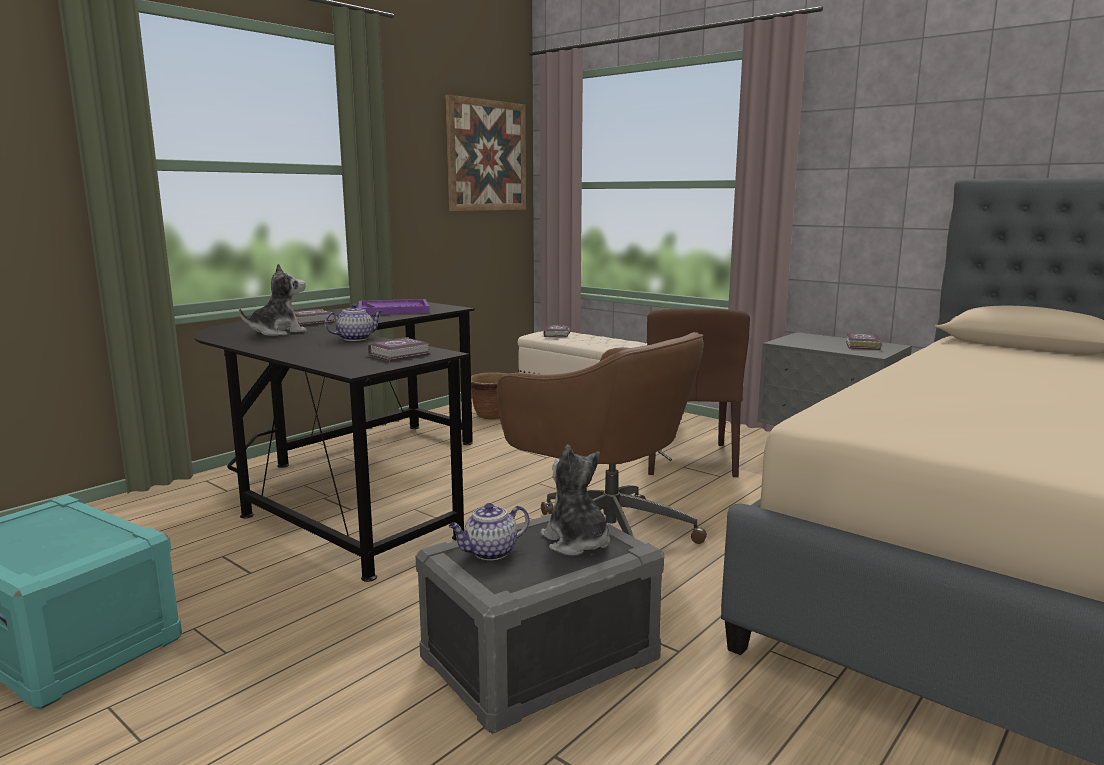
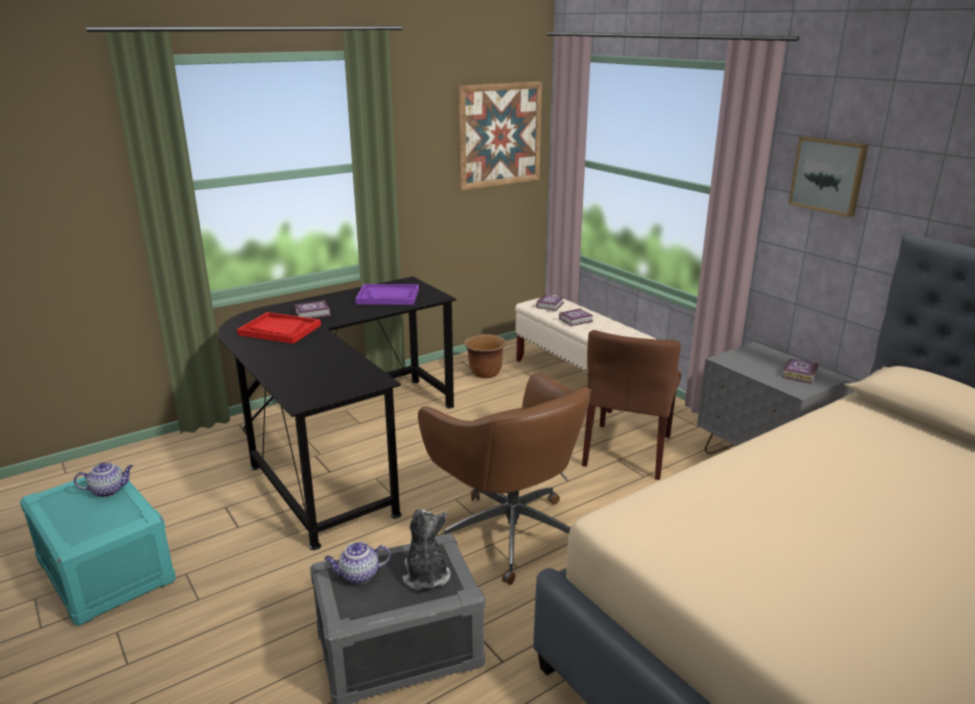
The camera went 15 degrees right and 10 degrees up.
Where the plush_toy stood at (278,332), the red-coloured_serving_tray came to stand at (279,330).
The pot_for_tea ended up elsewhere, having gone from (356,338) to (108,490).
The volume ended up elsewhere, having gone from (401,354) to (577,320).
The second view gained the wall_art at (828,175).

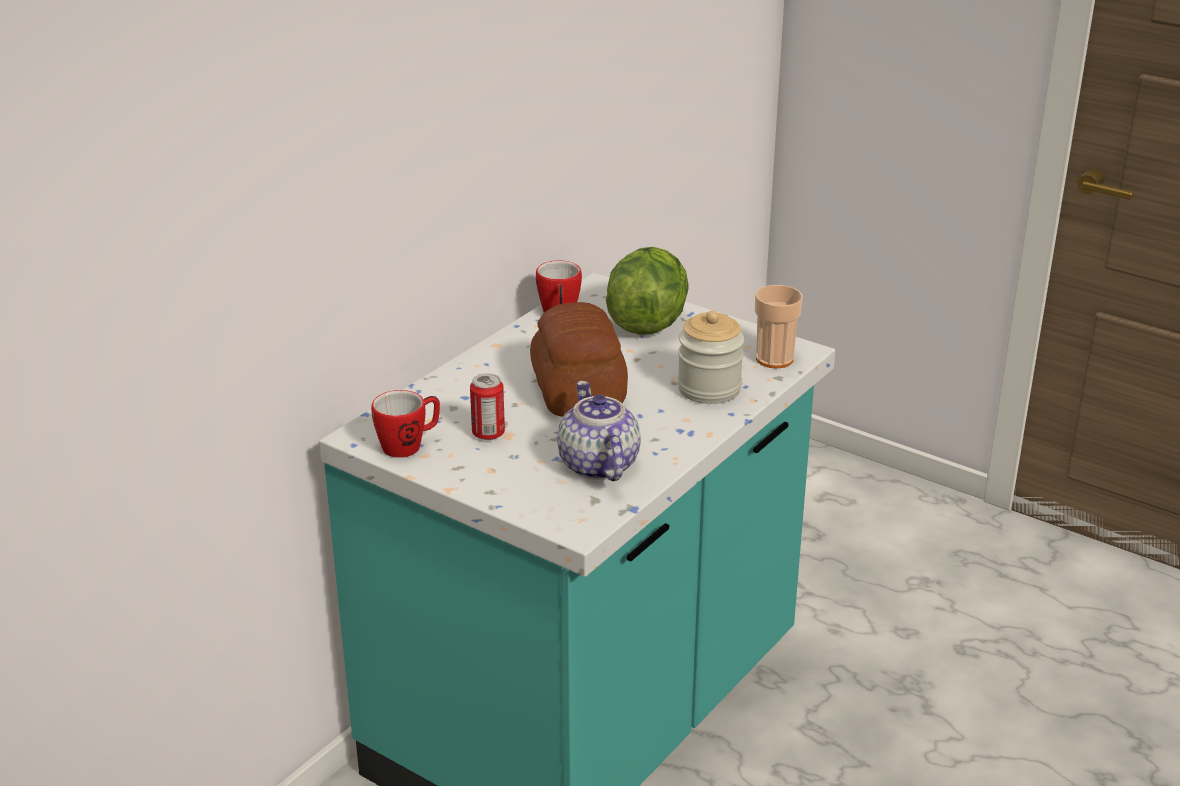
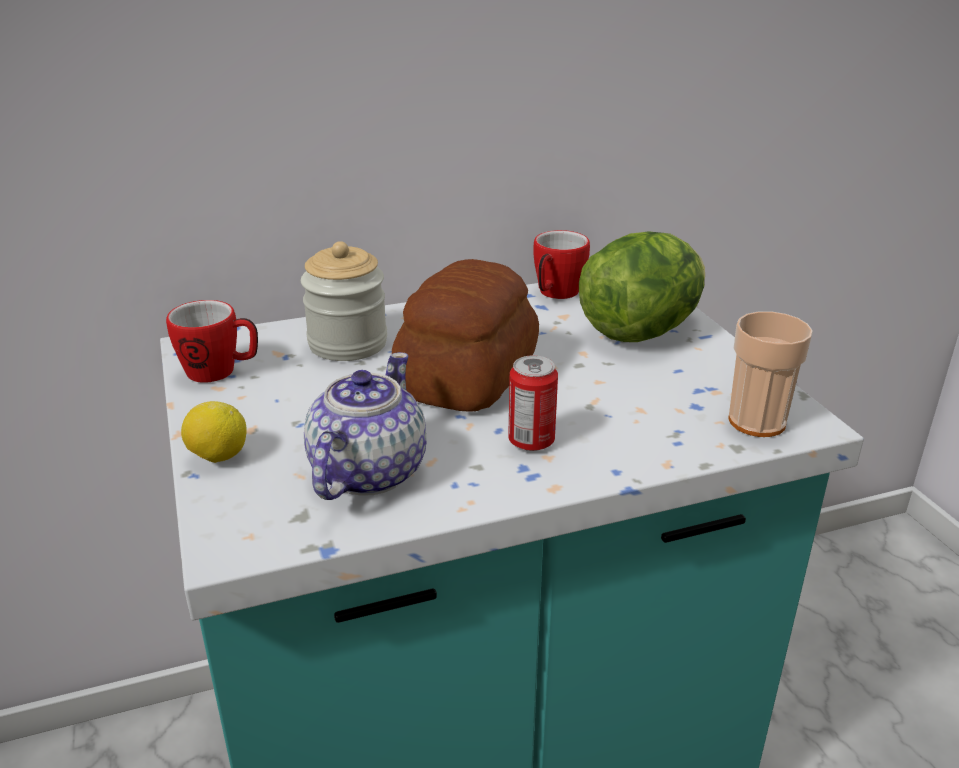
The camera went 35 degrees right and 0 degrees up.
The metal_can ended up elsewhere, having gone from (488,434) to (531,442).
The preserve_jar ended up elsewhere, having gone from (709,389) to (348,343).
The second view gained the citrus_fruit at (218,457).

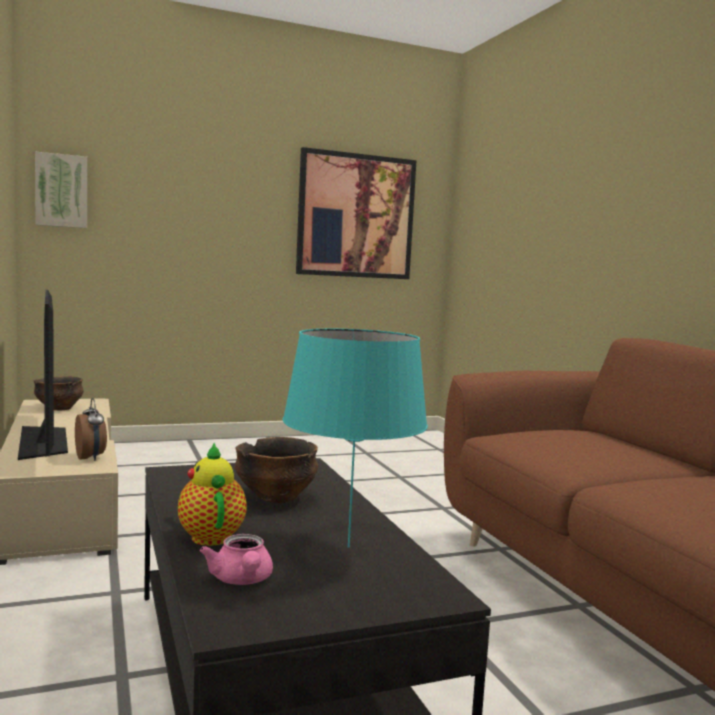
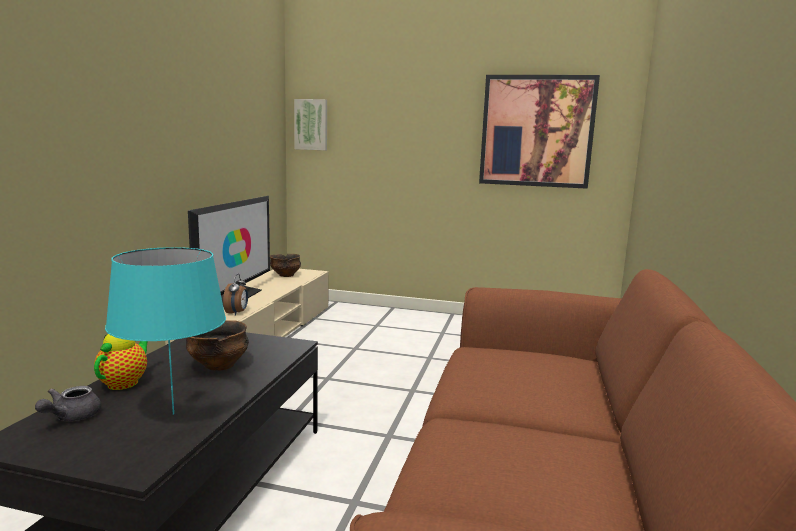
The camera went 35 degrees right and 5 degrees up.
What was the pink-coloured_pot_for_tea at (241,580) turned into the greyish_pot_for_tea at (71,417).

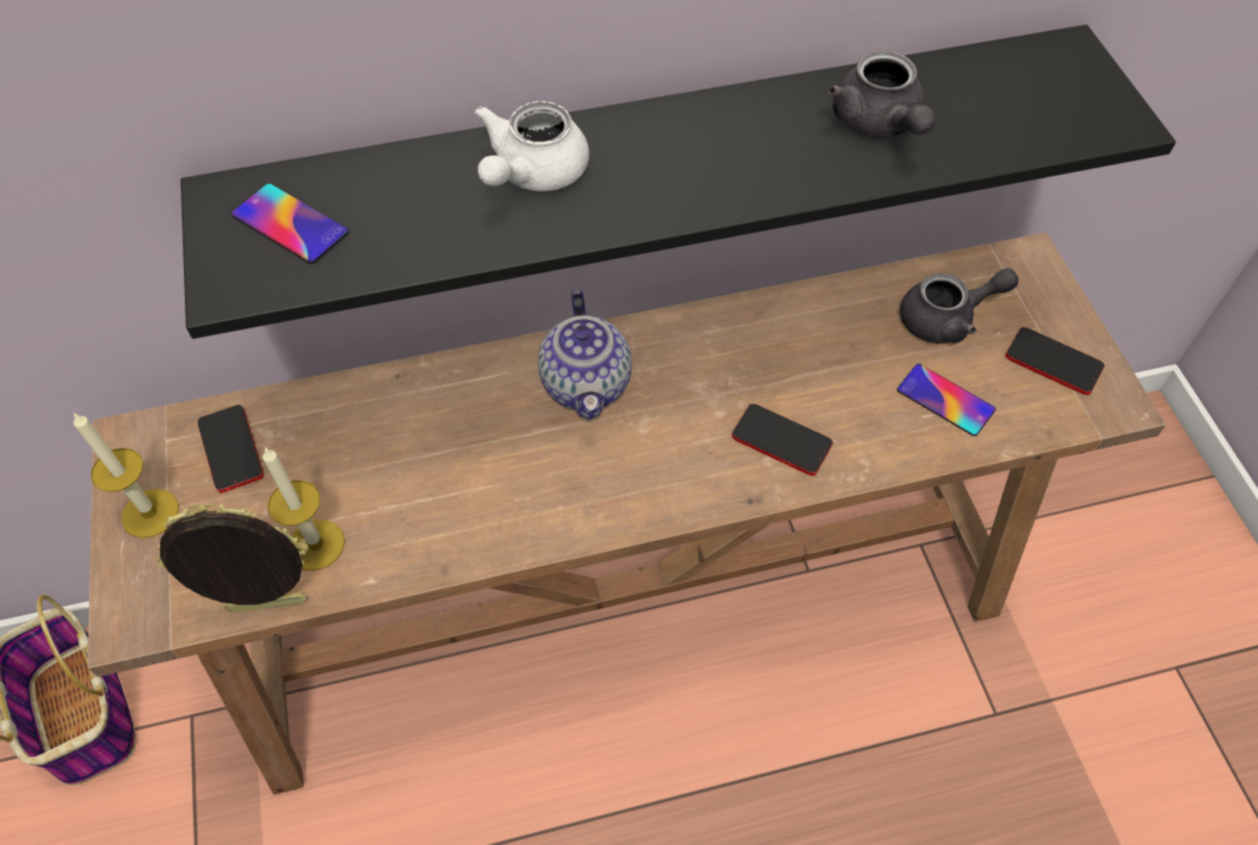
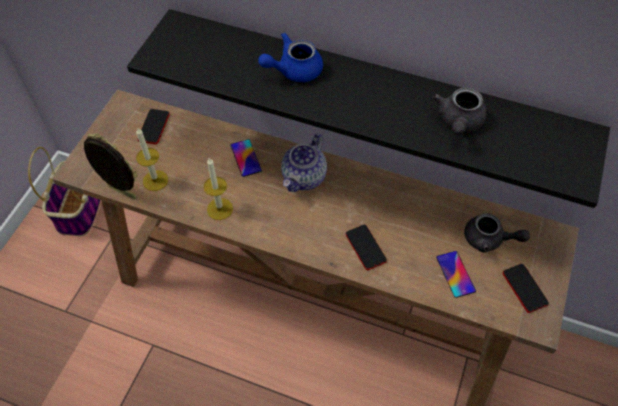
The camera went 35 degrees right and 0 degrees up.
The wax_light ended up elsewhere, having gone from (150,513) to (220,209).
The phone ended up elsewhere, having gone from (290,224) to (245,158).
What was the whitish_pot_for_tea at (532,174) turned into the blue-coloured_pot_for_tea at (293,70).

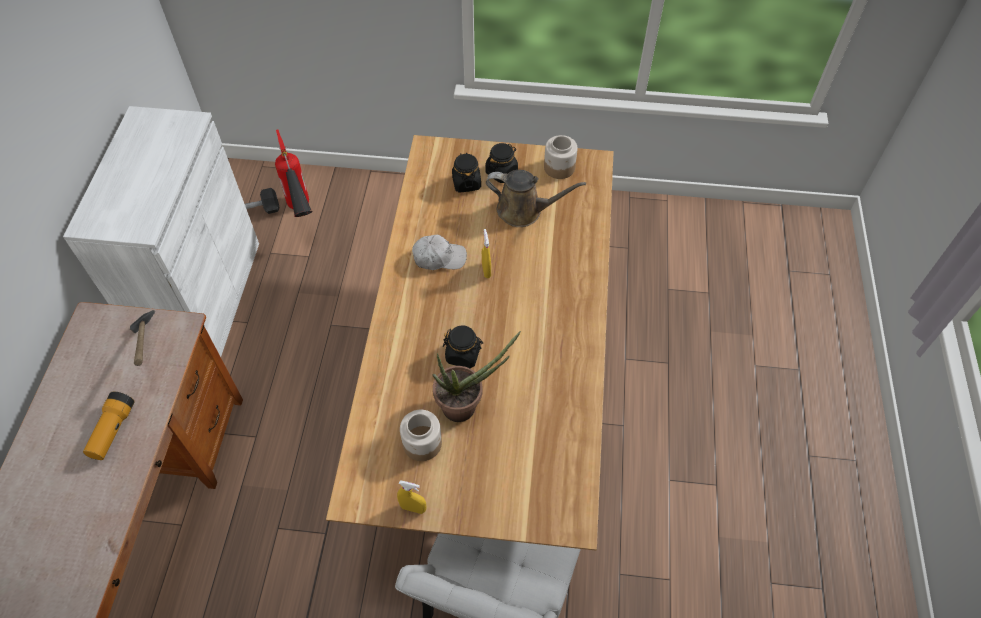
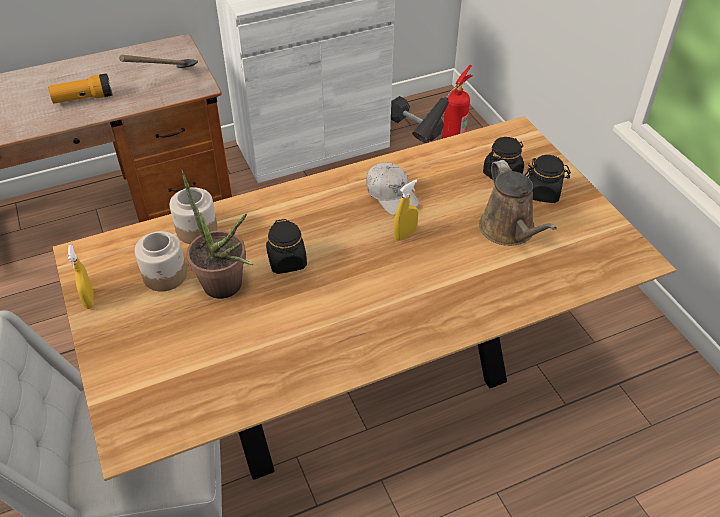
The camera went 60 degrees right and 10 degrees down.
The preserve_jar ended up elsewhere, having gone from (559,168) to (196,230).

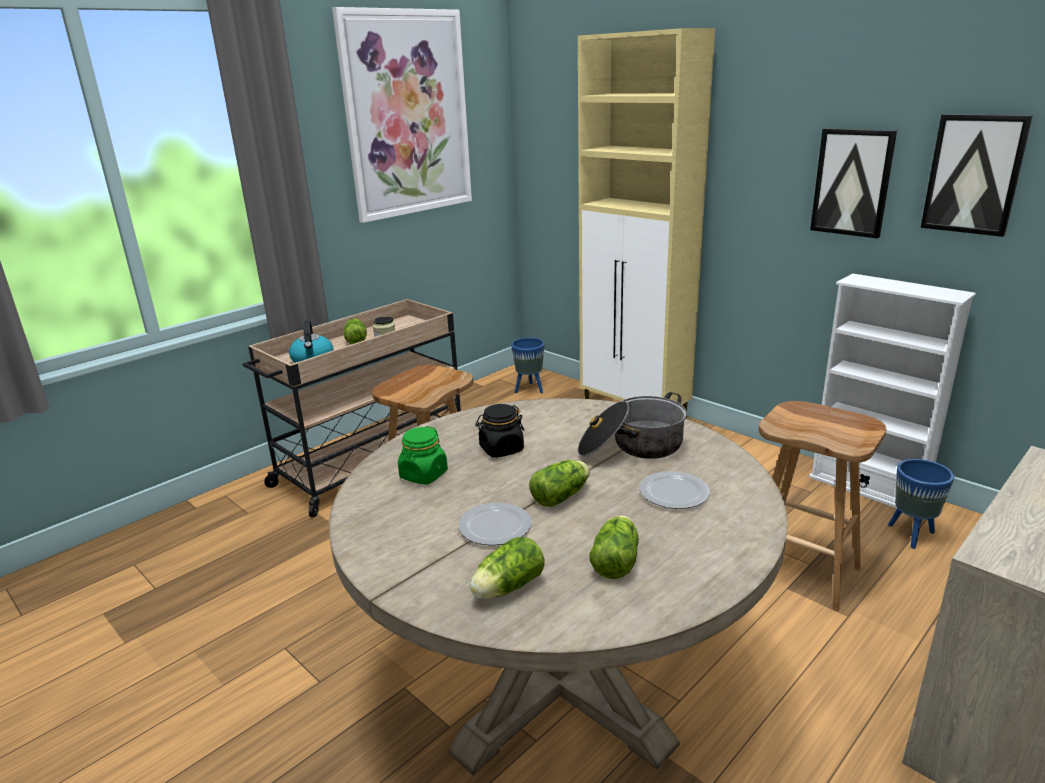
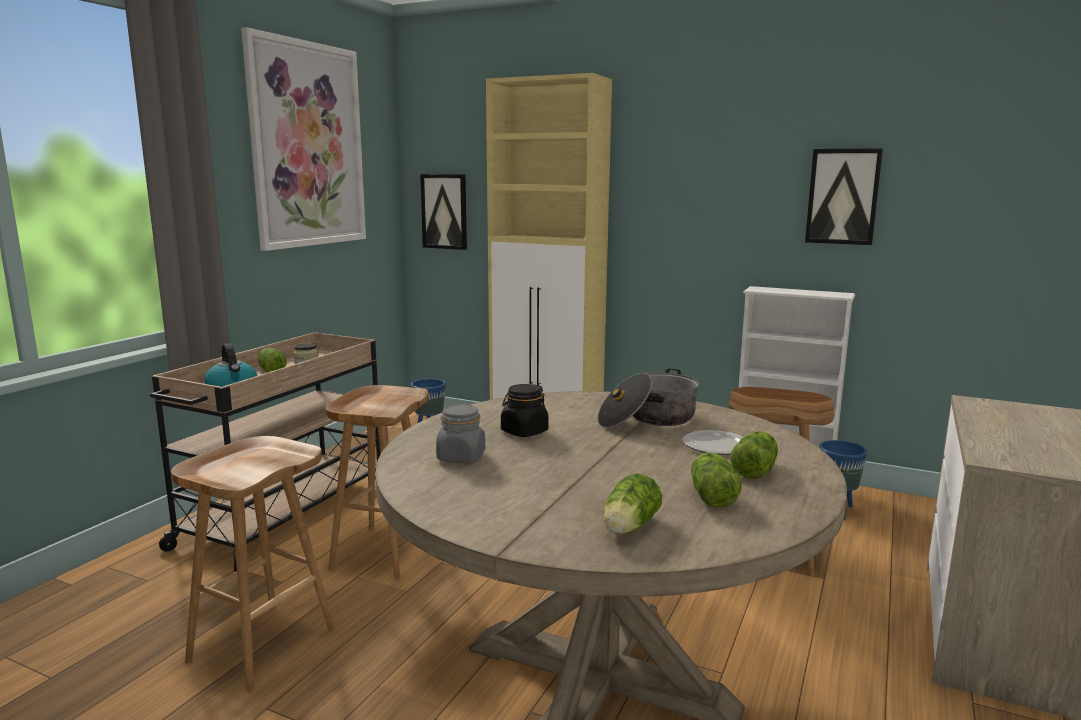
The camera went 20 degrees left and 10 degrees down.
What was the green-coloured_preserve_jar at (423,475) turned into the greyish_preserve_jar at (461,457).
The second view lost the plate at (496,527).
The lettuce ended up elsewhere, having gone from (562,495) to (755,469).
The wall_art ended up elsewhere, having gone from (852,182) to (444,211).
The second view gained the brownish_stool_seat at (263,644).

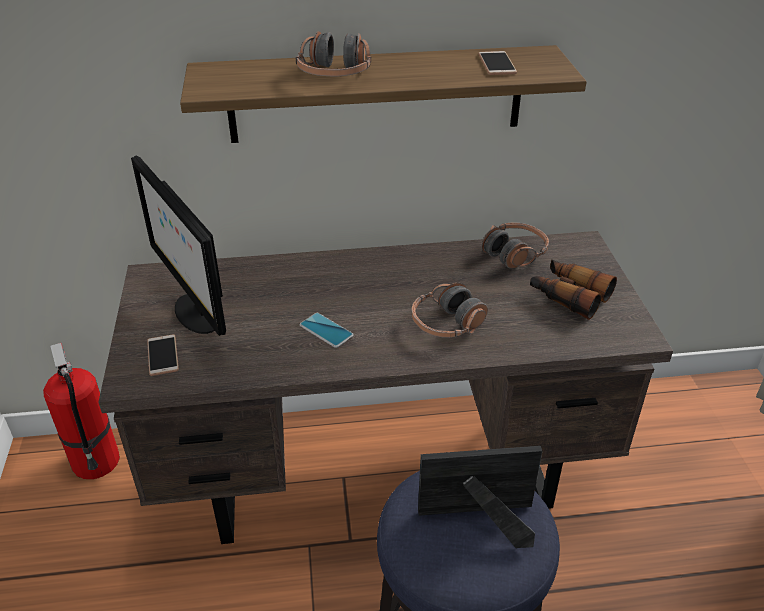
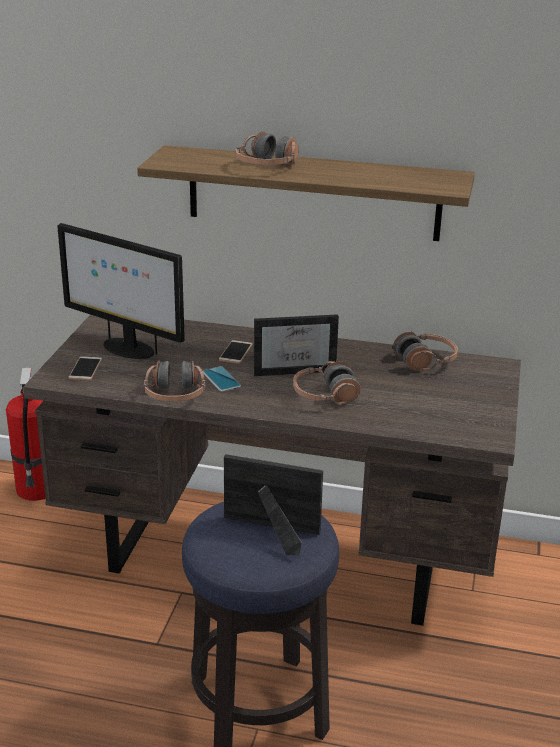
The camera went 20 degrees right and 10 degrees down.
The computer_display at (196,313) ended up facing another way, 45 degrees counterclockwise from before.
The phone ended up elsewhere, having gone from (497,64) to (235,353).
The second view lost the pair_of_binoculars at (568,295).
The second view gained the headphones at (175,395).
The second view gained the standing_frame at (295,368).

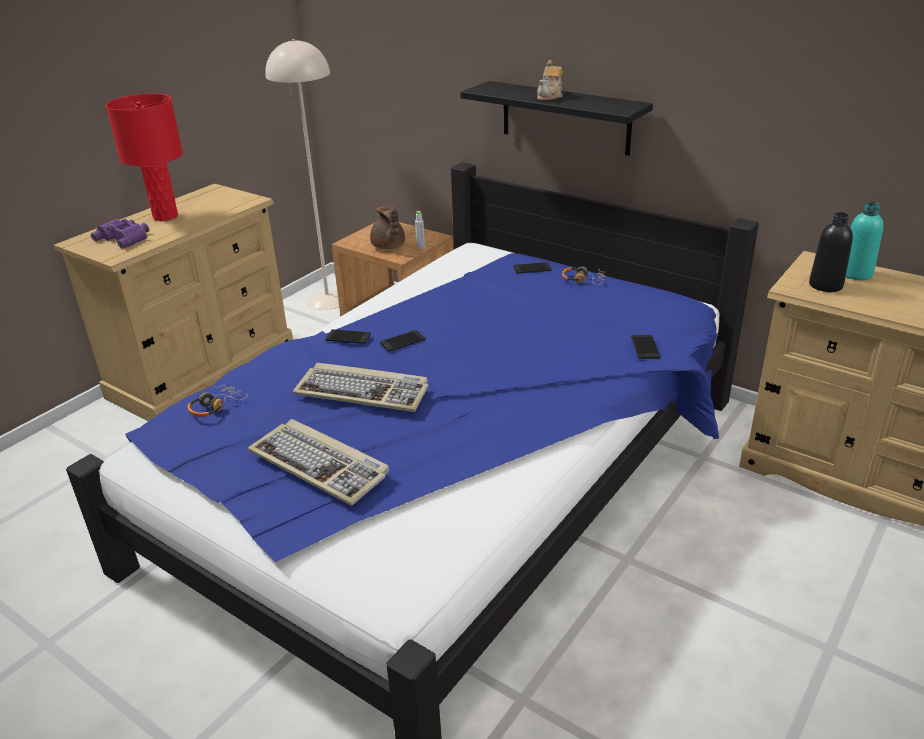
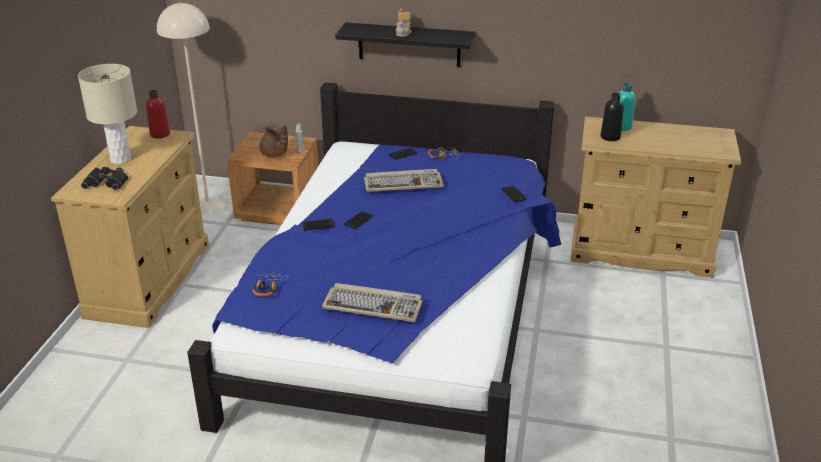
The camera went 25 degrees left and 0 degrees up.
What was the purple_pair_of_binoculars at (125,237) turned into the black_pair_of_binoculars at (107,182).
What was the red-coloured_lamp_for_a_table at (165,216) turned into the beige_lamp_for_a_table at (120,159).
The keyboard ended up elsewhere, having gone from (364,391) to (403,183).
The second view gained the red-coloured_bottle at (160,134).

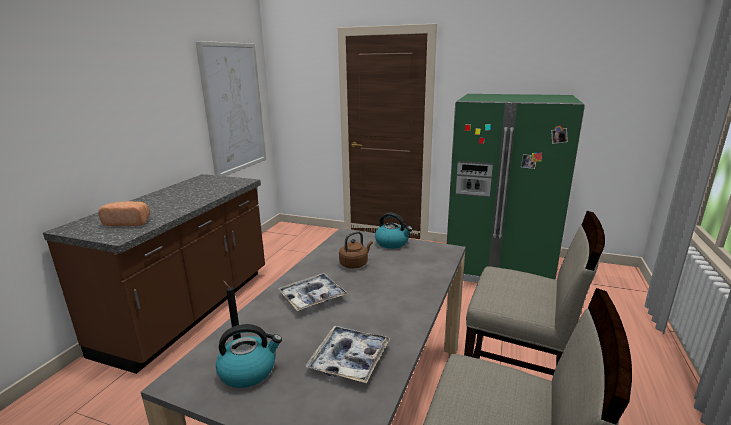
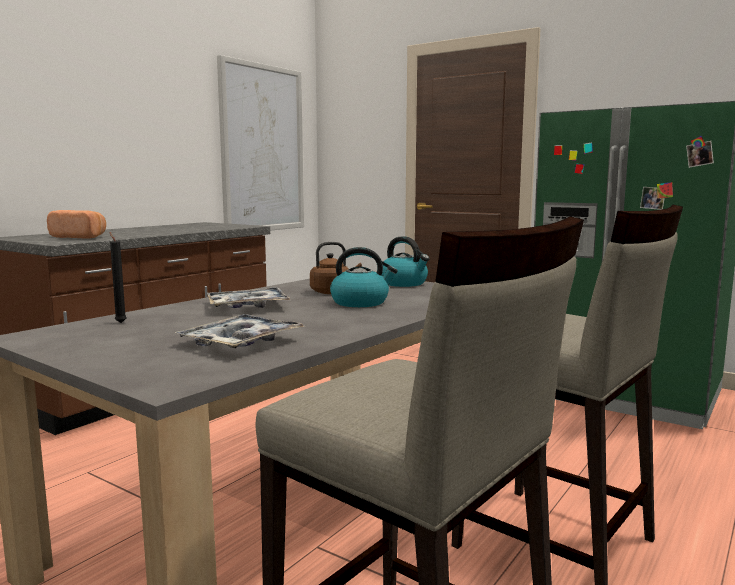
The camera went 15 degrees right and 10 degrees down.
The tea_kettle ended up elsewhere, having gone from (249,371) to (360,302).

